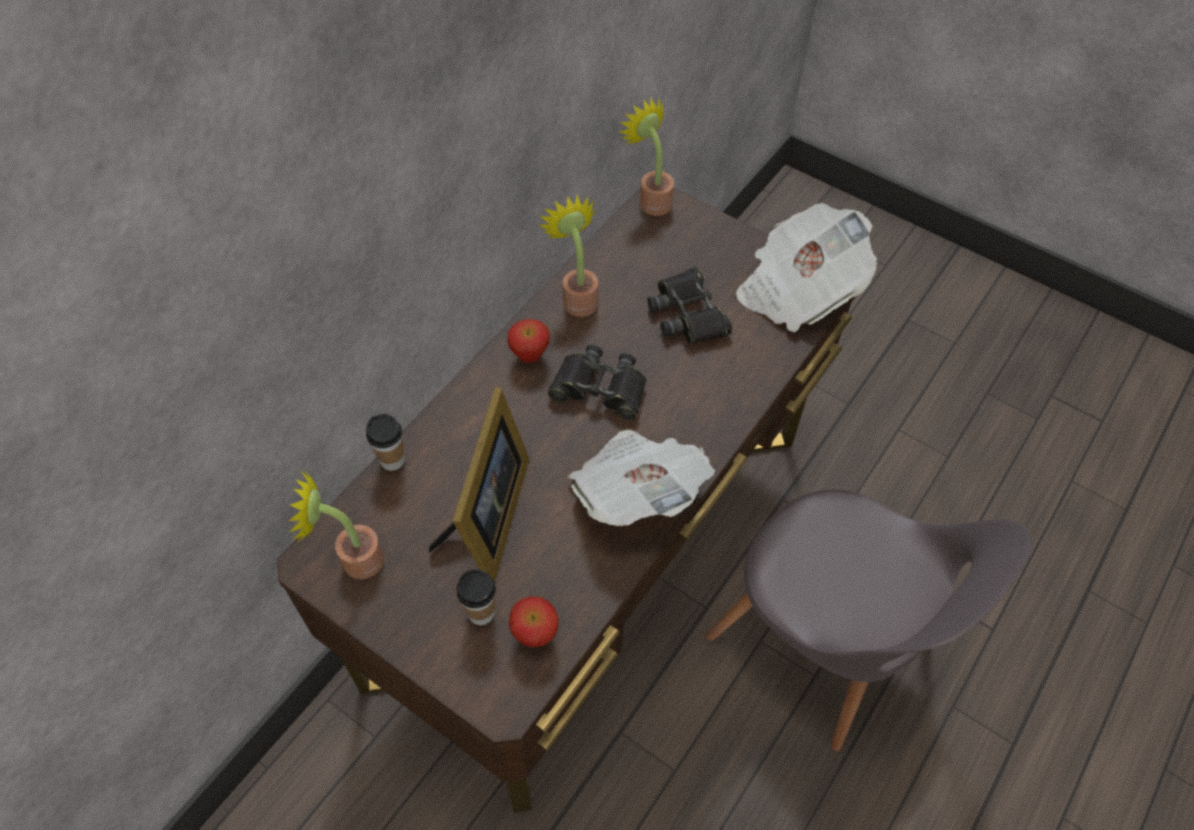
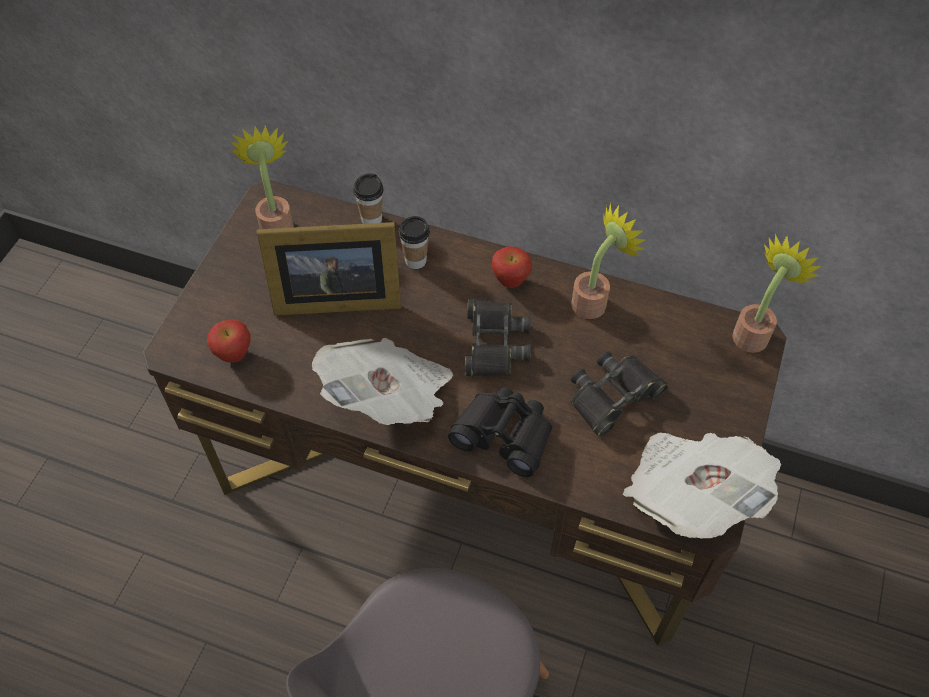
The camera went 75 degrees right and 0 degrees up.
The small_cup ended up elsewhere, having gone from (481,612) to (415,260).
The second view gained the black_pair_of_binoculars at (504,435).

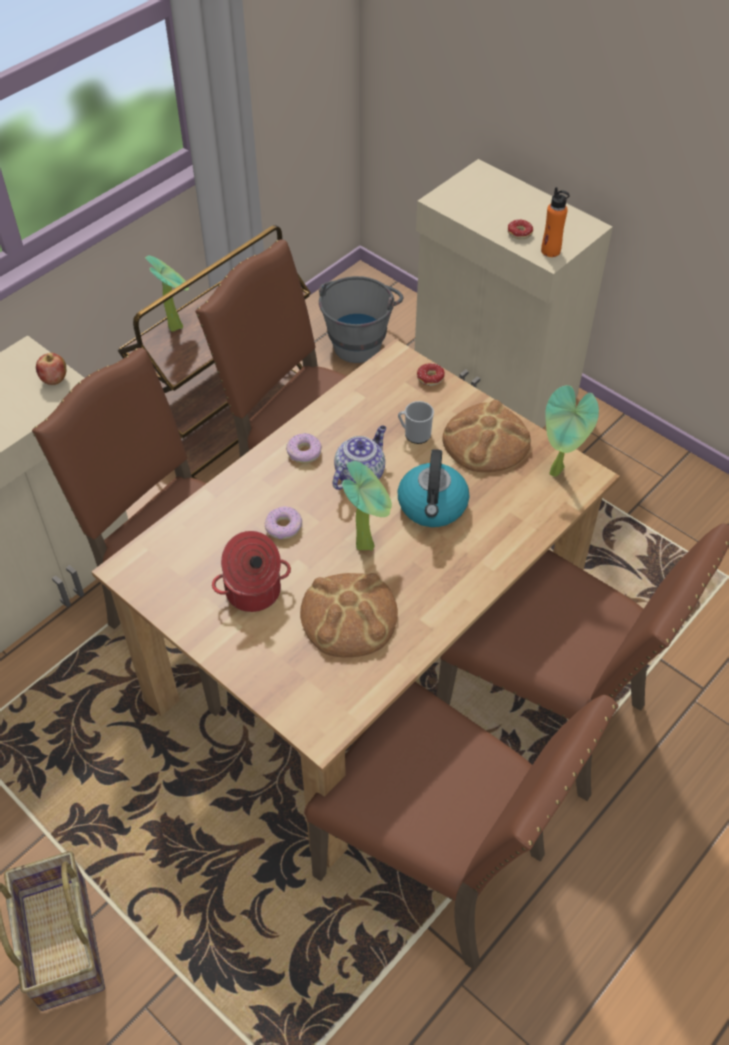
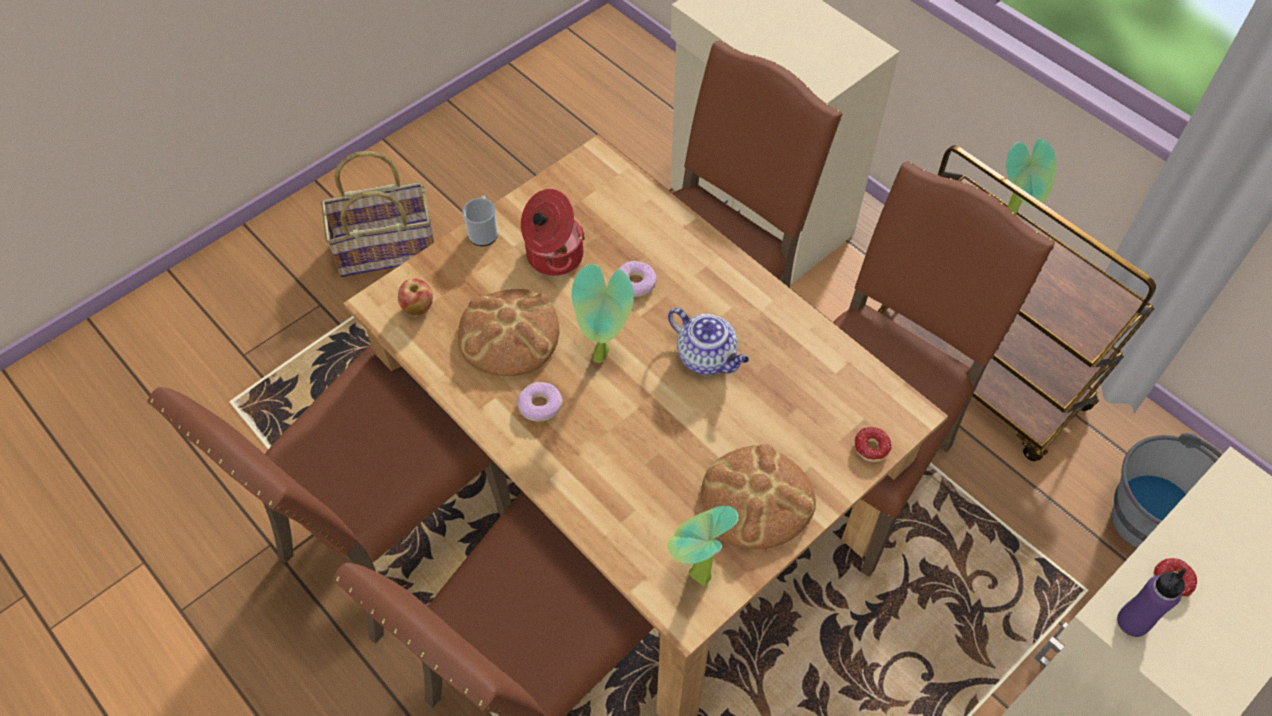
The camera went 95 degrees right and 5 degrees up.
The whole_apple ended up elsewhere, having gone from (54,380) to (418,308).
The doughnut ended up elsewhere, having gone from (304,452) to (540,405).
The mug ended up elsewhere, having gone from (414,434) to (484,232).
The second view lost the tea_kettle at (432,506).
What was the orange-coloured_bottle at (550,251) turned into the purple_bottle at (1132,622).

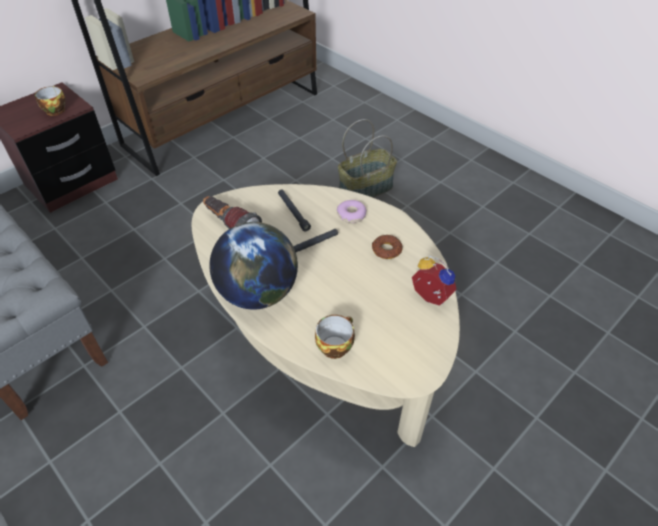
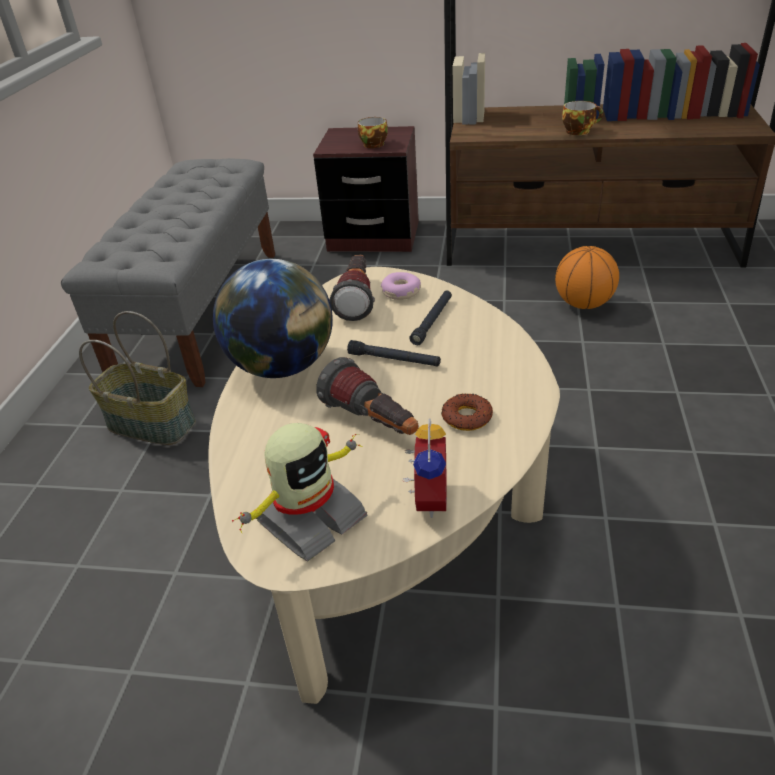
The camera went 55 degrees right and 10 degrees down.
The small_cup ended up elsewhere, having gone from (335,345) to (579,131).
The doughnut ended up elsewhere, having gone from (351,215) to (401,292).
The basket ended up elsewhere, having gone from (365,188) to (153,423).
The second view gained the toy_robot at (309,518).
The second view gained the flashlight at (373,423).
The second view gained the basketball at (583,304).

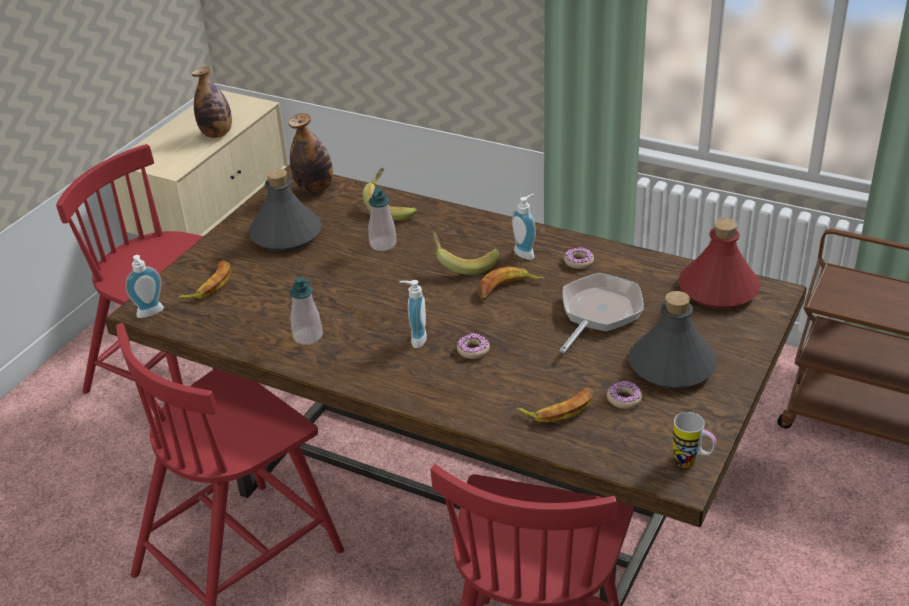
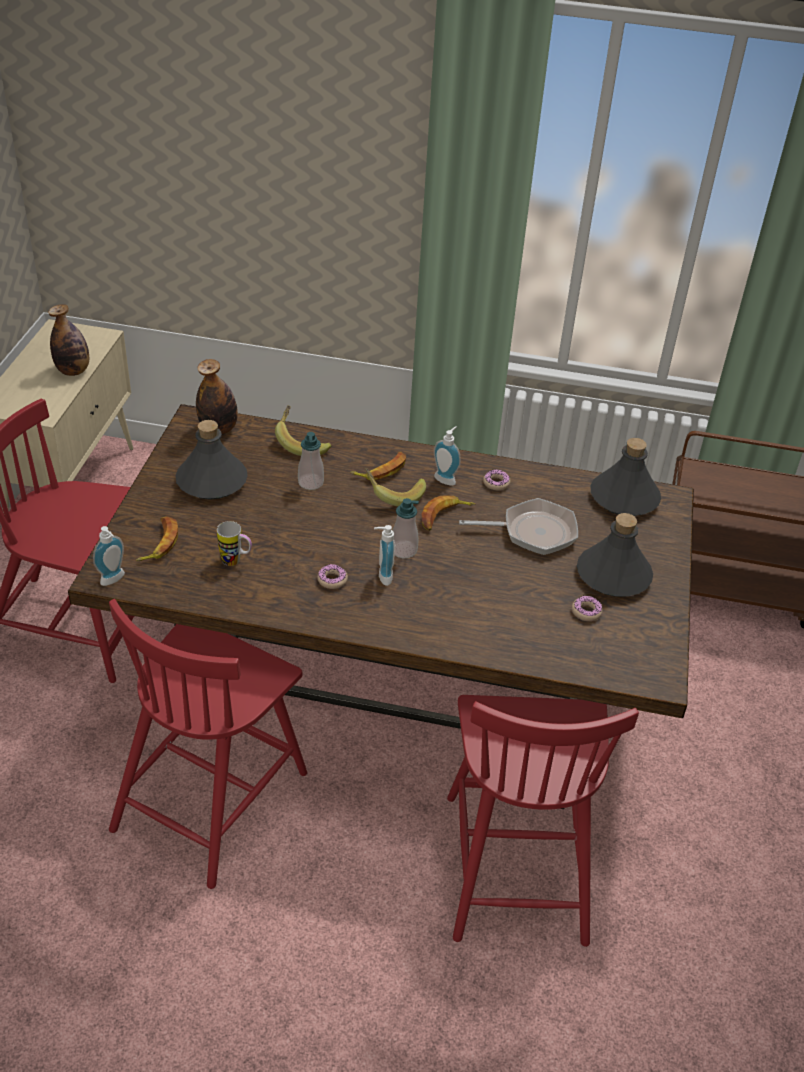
The camera went 20 degrees left and 5 degrees up.
The soap_bottle ended up elsewhere, having gone from (308,336) to (403,550).
The doughnut ended up elsewhere, having gone from (473,350) to (332,580).
The banana_fruit ended up elsewhere, having gone from (559,409) to (382,470).
The skillet at (598,313) ended up facing another way, 75 degrees clockwise from before.
The mug ended up elsewhere, having gone from (692,463) to (236,562).
What was the red-coloured_bottle at (718,289) turned into the greyish_bottle at (624,498).

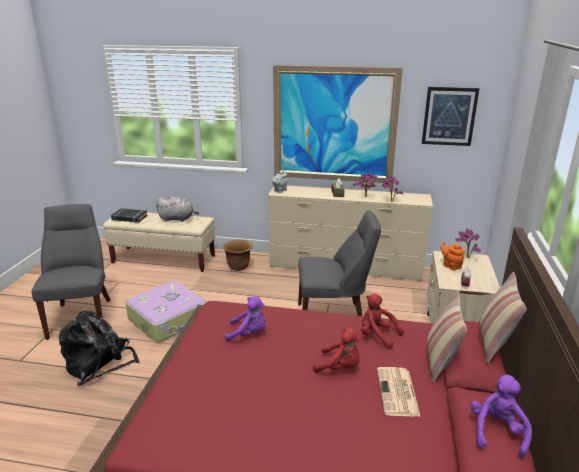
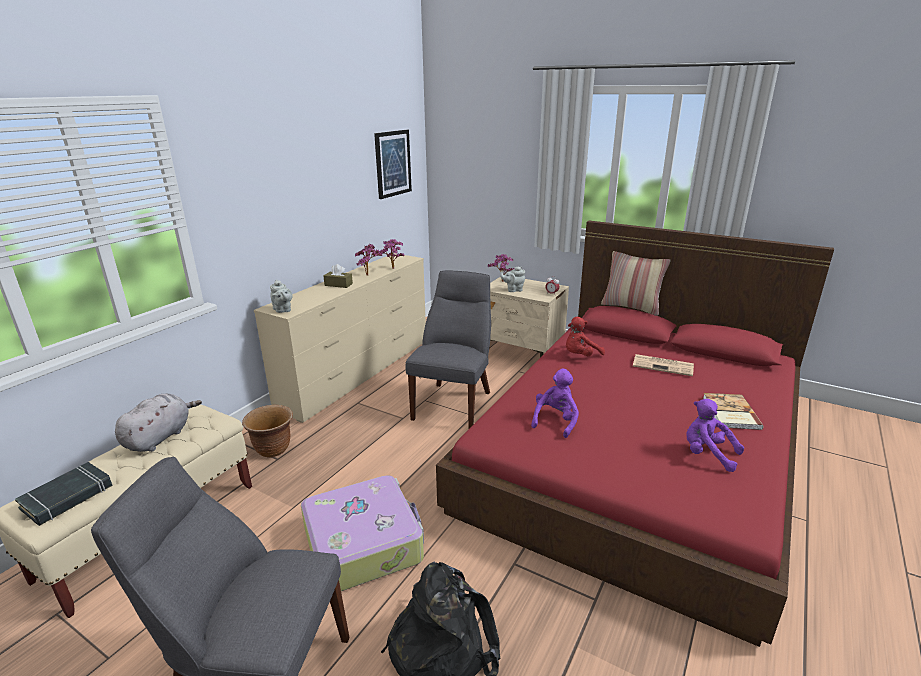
The camera went 70 degrees left and 0 degrees up.
The second view lost the wall_art at (334,125).
The second view lost the red-coloured_plush_toy at (340,367).
The second view lost the pillow at (440,361).
What was the orange-coloured_pot_for_tea at (450,266) turned into the greyish_pot_for_tea at (513,290).
The purple_plush_toy ended up elsewhere, having gone from (497,431) to (707,454).
The second view gained the volume at (729,413).

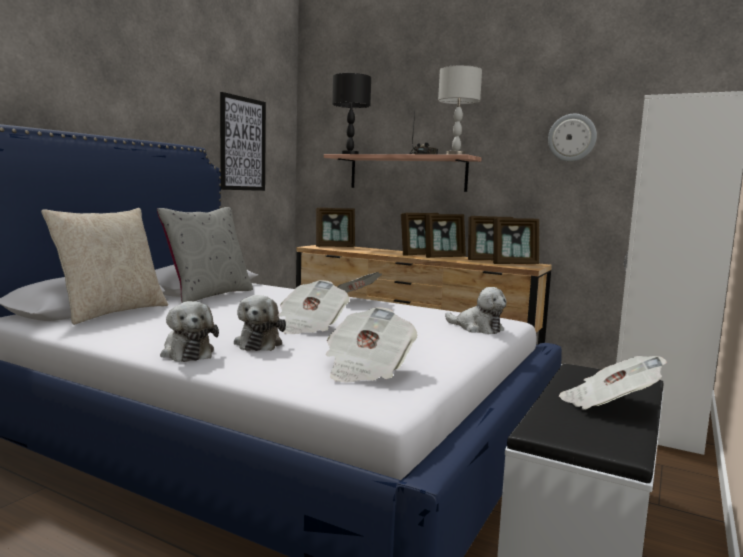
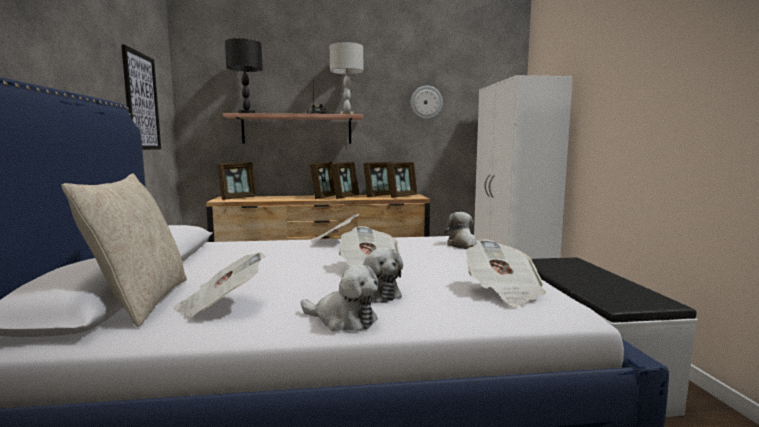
The camera went 35 degrees left and 0 degrees up.
The second view lost the greyish_pillow at (208,295).
The plush_toy at (477,328) ended up facing another way, 105 degrees counterclockwise from before.
The printed_paper ended up elsewhere, having gone from (607,405) to (220,306).

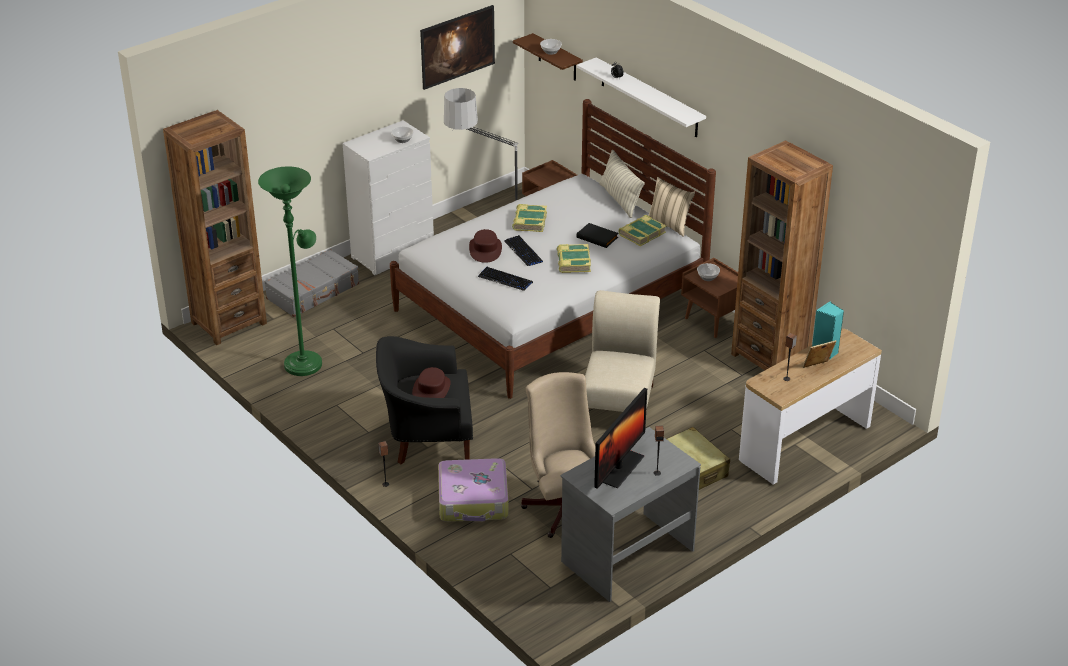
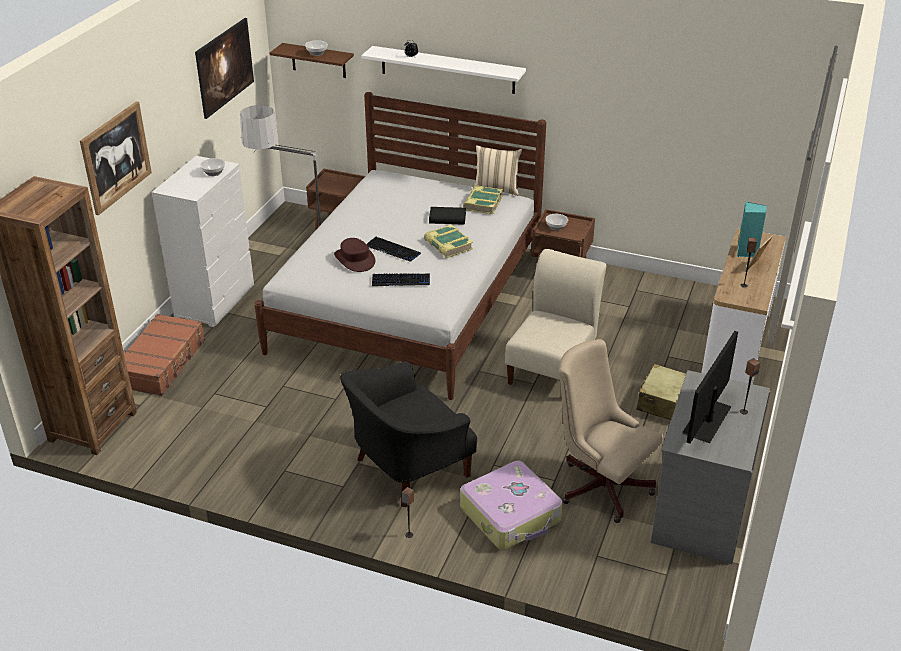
The camera went 30 degrees left and 0 degrees up.
The second view lost the green-coloured_standard_lamp at (305,361).
What was the greyish_piece_of_luggage at (313,292) turned into the brownish_piece_of_luggage at (162,363).
The second view lost the brownish_hat at (431,390).
The second view lost the volume at (529,221).
The beige_plain_chair at (619,402) ended up facing another way, 45 degrees clockwise from before.
The computer_display at (619,468) ended up facing another way, 150 degrees counterclockwise from before.
The second view lost the pillow at (620,200).
The second view lost the brownish_bookcase at (770,358).
The second view gained the wall_art at (116,157).

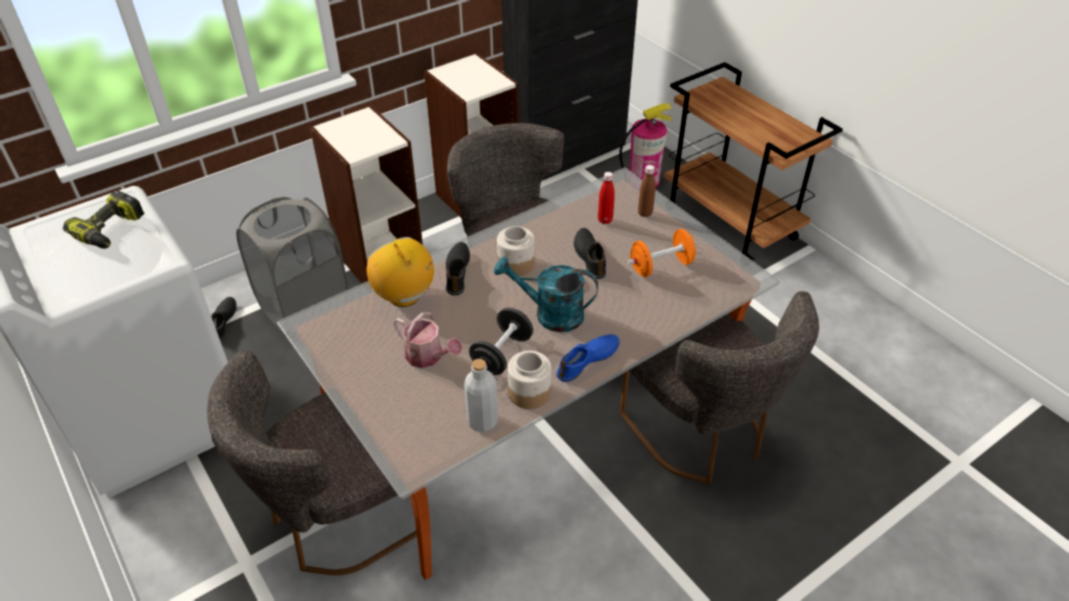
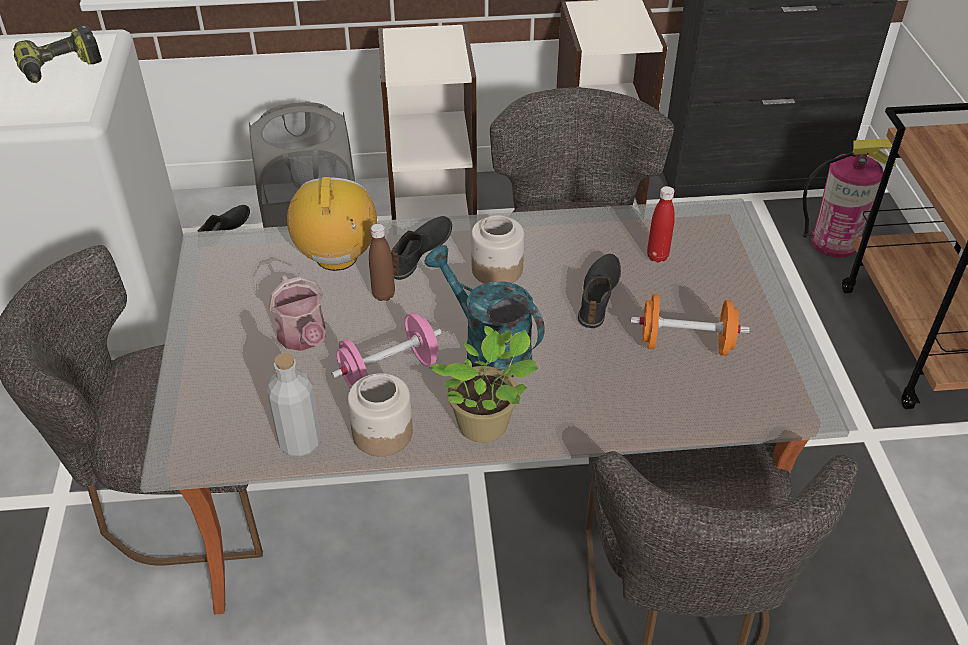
The camera went 30 degrees right and 0 degrees up.
What was the black_dumbbell at (502,354) turned into the pink-coloured_dumbbell at (389,372).
Where the blue-coloured_item_of_footwear stood at (588,361), the potted_plant came to stand at (486,426).
The brownish_bottle ended up elsewhere, having gone from (645,213) to (383,295).

